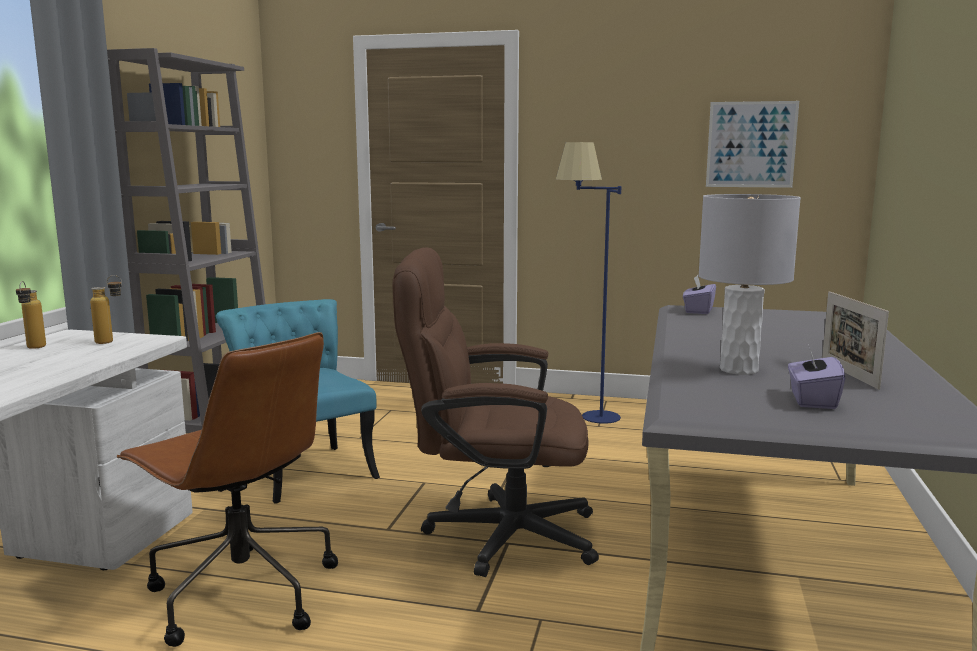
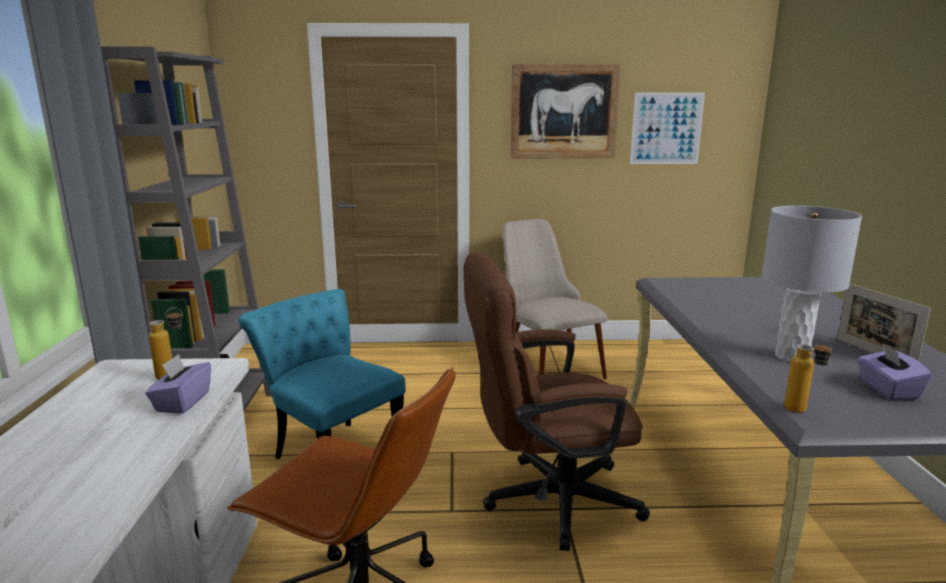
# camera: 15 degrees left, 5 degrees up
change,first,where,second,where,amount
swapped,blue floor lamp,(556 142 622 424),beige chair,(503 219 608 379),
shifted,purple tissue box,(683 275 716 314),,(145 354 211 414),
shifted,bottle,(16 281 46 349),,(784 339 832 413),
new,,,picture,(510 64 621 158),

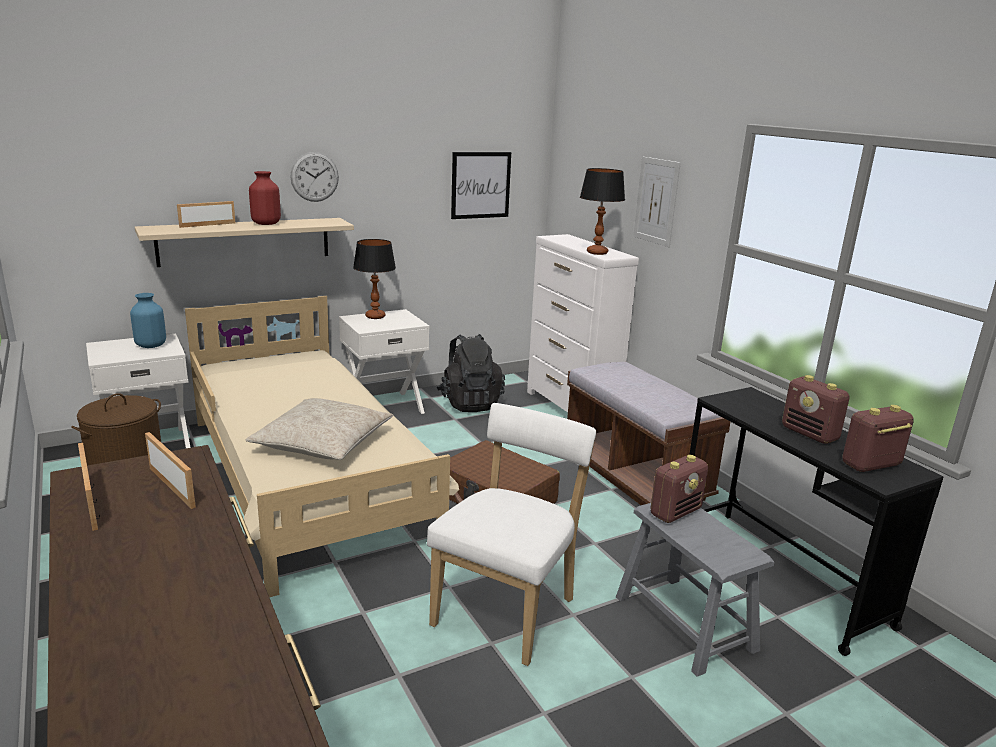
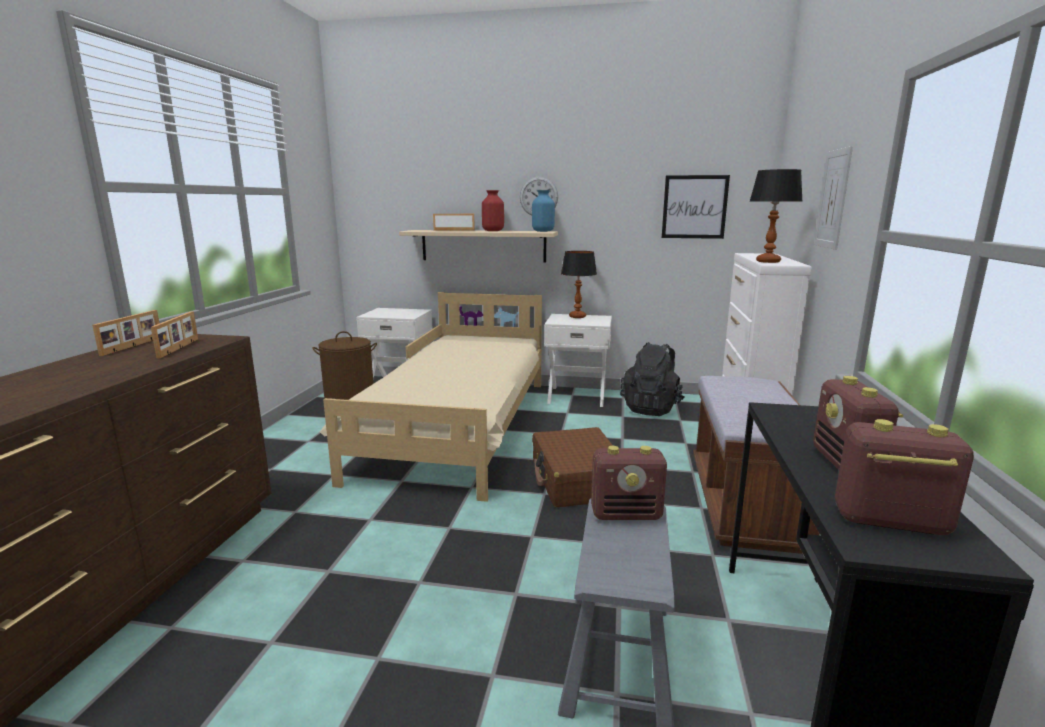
# camera: 40 degrees right, 5 degrees down
change,first,where,second,where,amount
shifted,blue vase,(130 293 166 348),,(532 190 555 232),
gone,beige pillow,(246 398 393 460),,,
gone,white chair,(427 403 597 666),,,

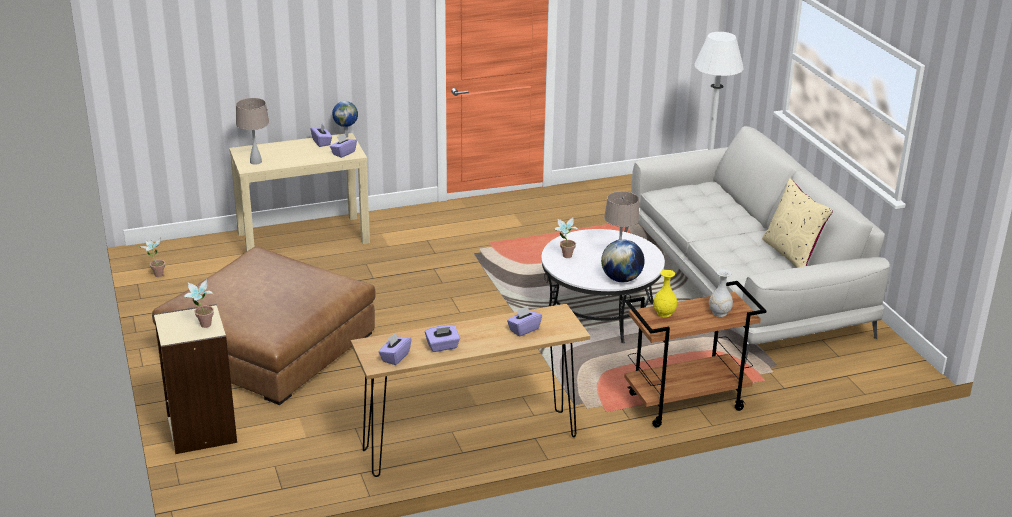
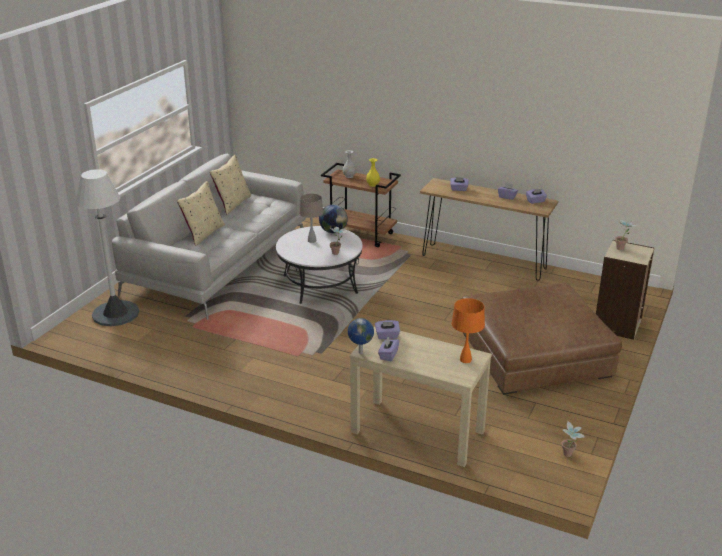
# camera: 135 degrees left, 0 degrees up
change,first,where,second,where,amount
repainted,beige table lamp,(236 98 269 165),orange table lamp,(451 298 485 363),
new,,,beige pillow,(177 181 225 246),

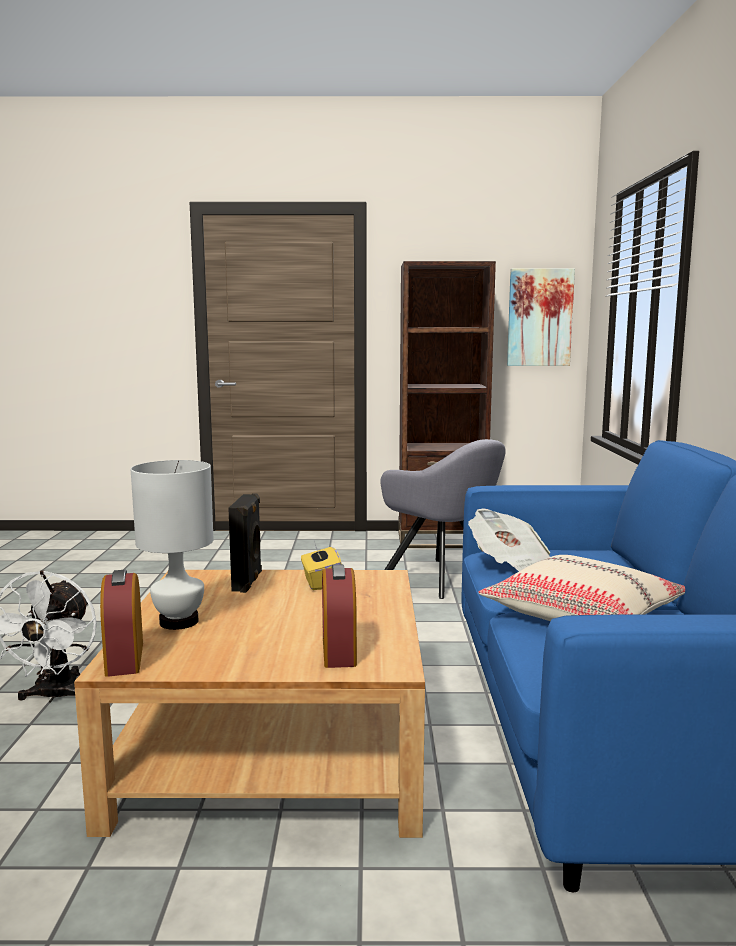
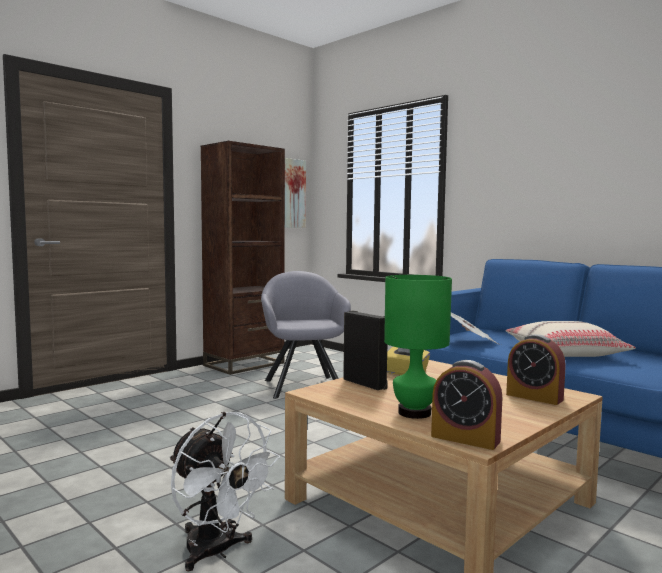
# camera: 45 degrees left, 5 degrees down
change,first,where,second,where,amount
rotated,grey armchair,(380 439 506 599),,(261 271 351 399),105 degrees counterclockwise
repainted,white table lamp,(131 460 214 630),green table lamp,(384 275 452 419),

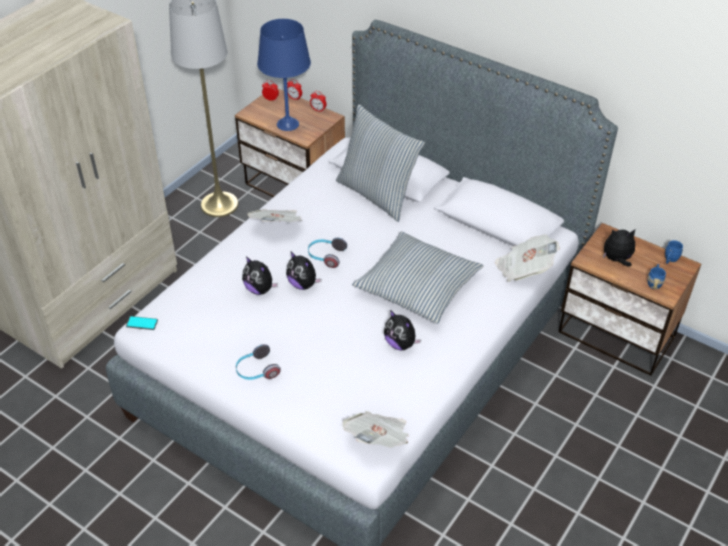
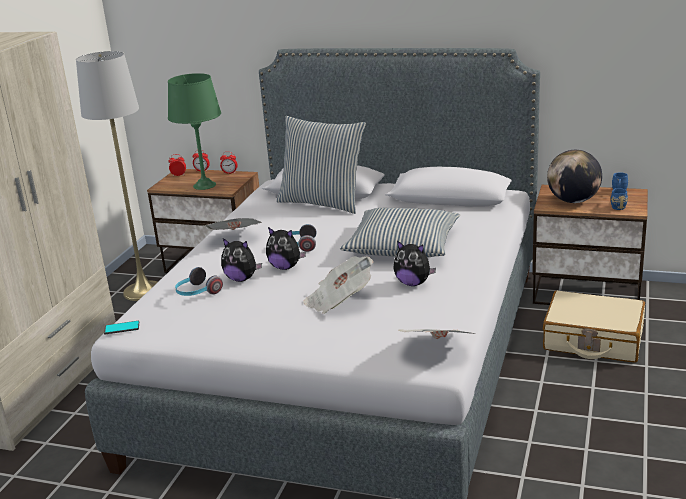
# camera: 15 degrees left, 20 degrees down
change,first,where,second,where,amount
repainted,blue table lamp,(257 19 311 131),green table lamp,(168 73 221 190),
swapped,plush toy,(603 229 635 266),globe,(547 150 602 203),
shifted,newspaper,(495 234 560 282),,(303 256 374 314),
shifted,headphones,(236 344 281 380),,(175 267 223 296),
new,,,beige suitcase,(543 290 645 363),

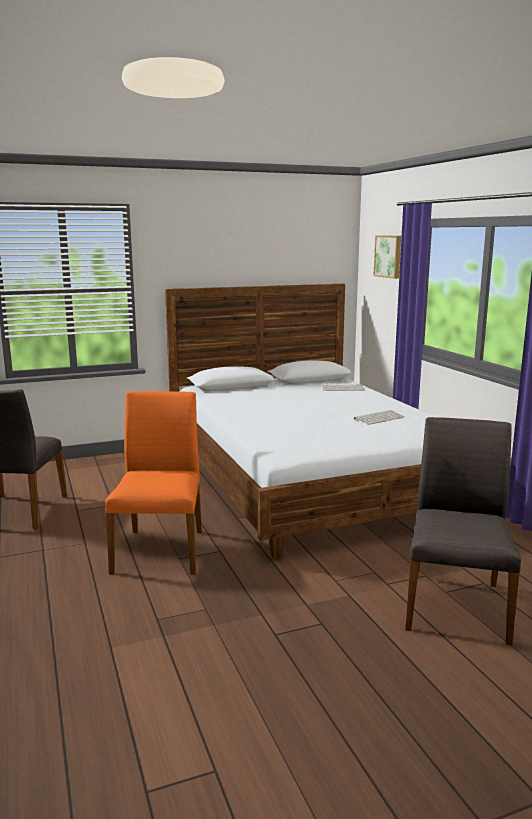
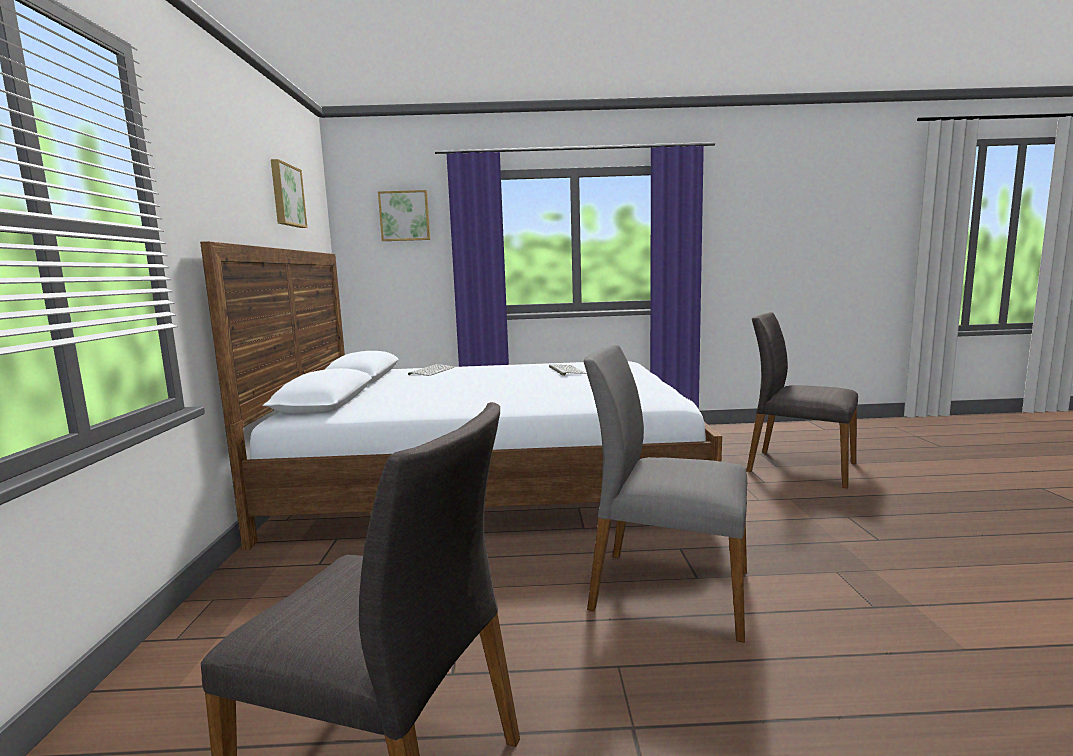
# camera: 70 degrees left, 5 degrees down
change,first,where,second,where,amount
repainted,orange chair,(105 391 202 575),grey chair,(584 345 747 643),
new,,,picture,(271 159 307 228),

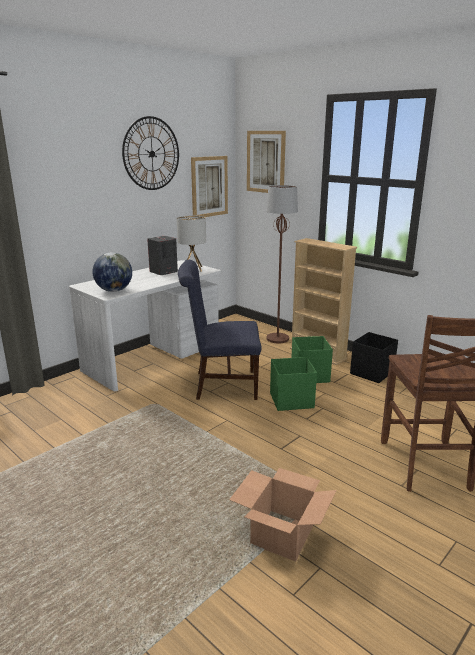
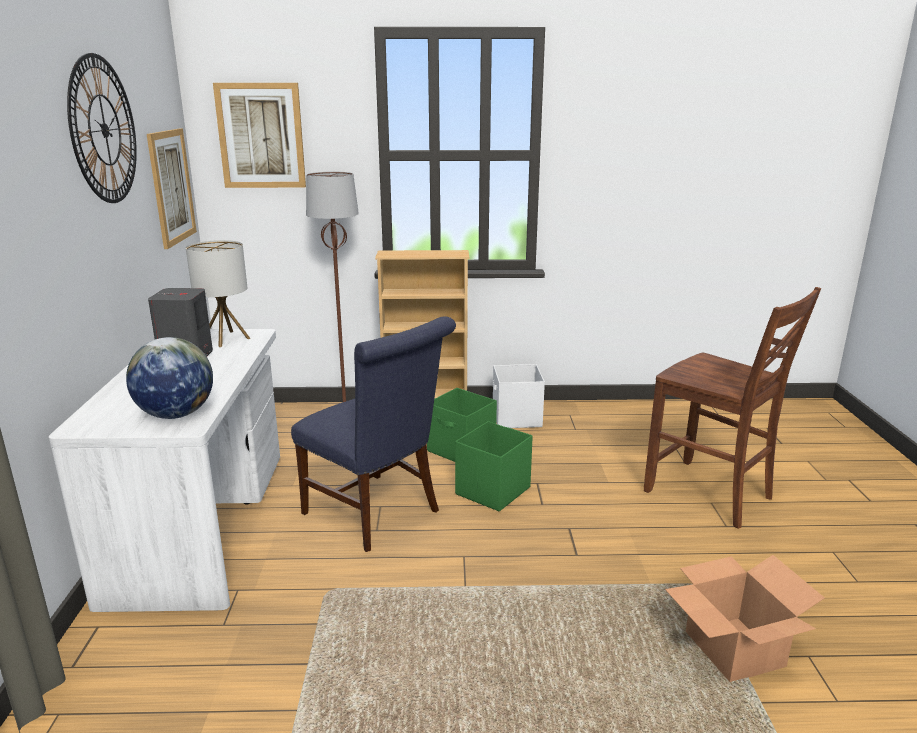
# camera: 45 degrees left, 0 degrees up
change,first,where,second,where,amount
rotated,blue chair,(178 260 262 400),,(291 316 456 552),90 degrees counterclockwise
repainted,black storage box,(350 332 398 383),white storage box,(493 364 545 428),

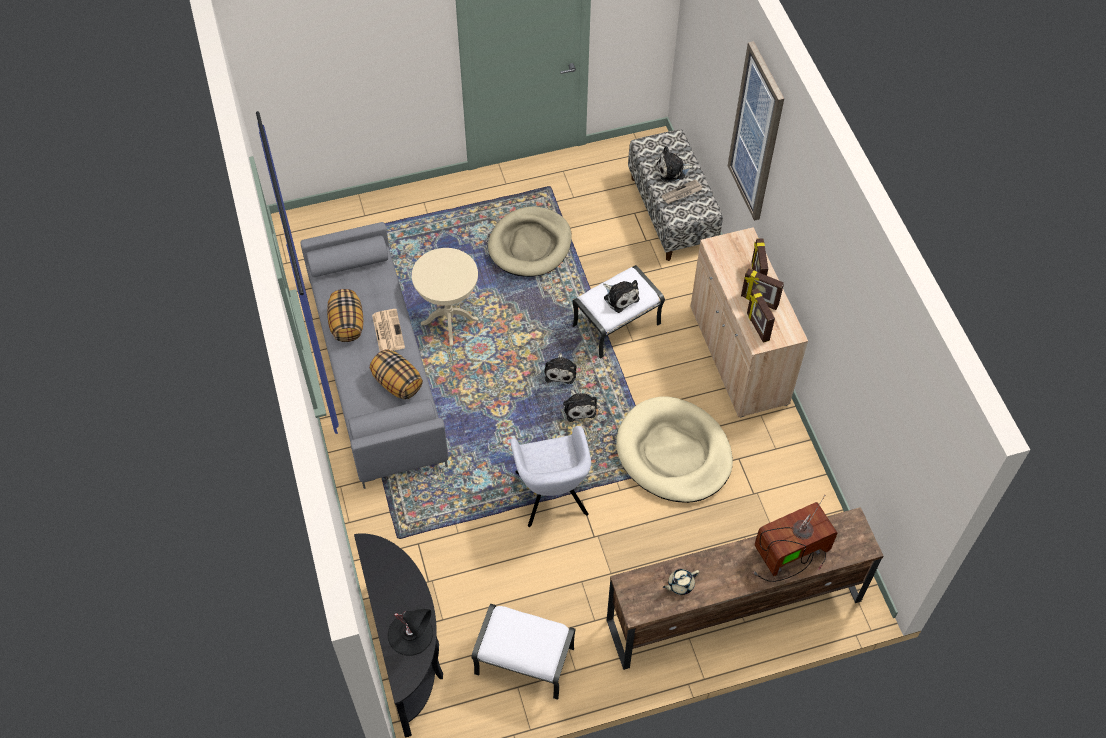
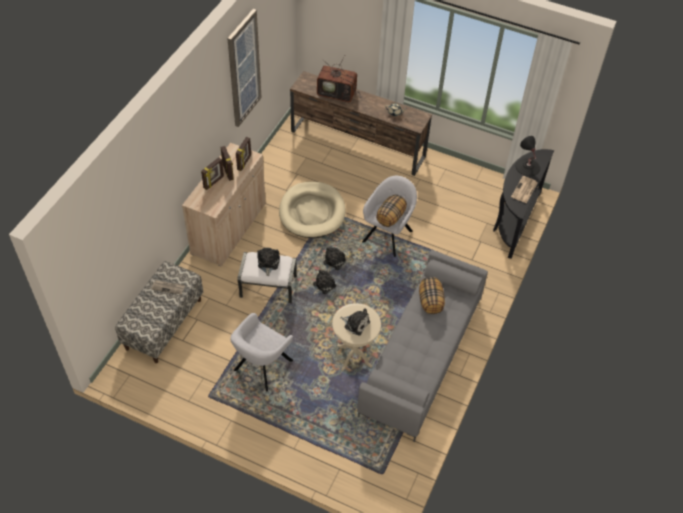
# camera: 140 degrees left, 5 degrees down
change,first,where,second,where,amount
shifted,picture,(728 41 784 221),,(228 9 262 127),
shifted,plush toy,(657 146 694 182),,(340 308 370 335),
swapped,beige dog bed,(488 206 572 277),grey armchair,(230 313 293 391),
shifted,pillow,(327 289 363 342),,(376 194 407 227),
shifted,newspaper,(372 309 405 352),,(511 176 537 203),
gone,white ottoman,(471 604 575 700),,,

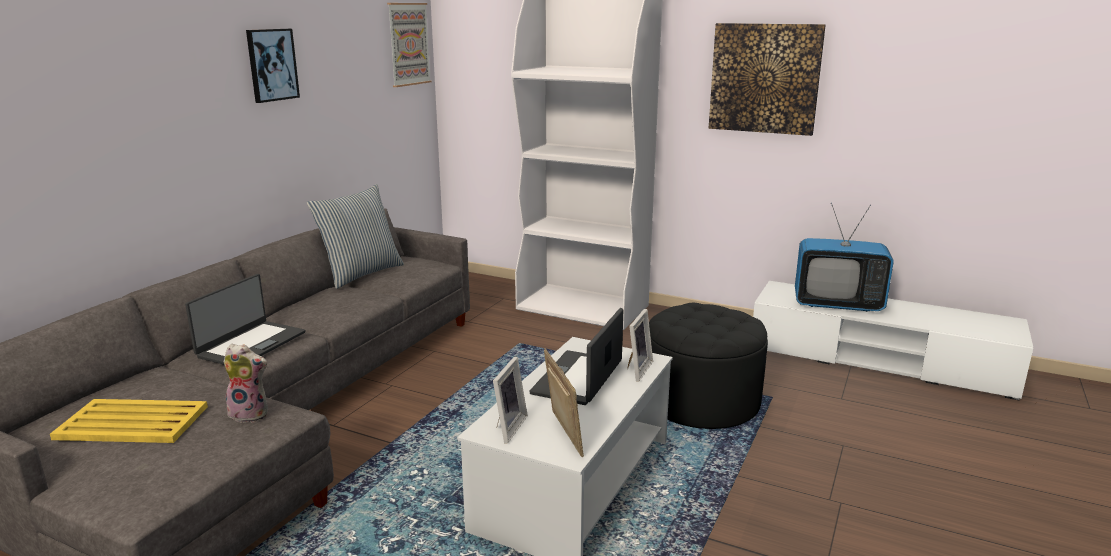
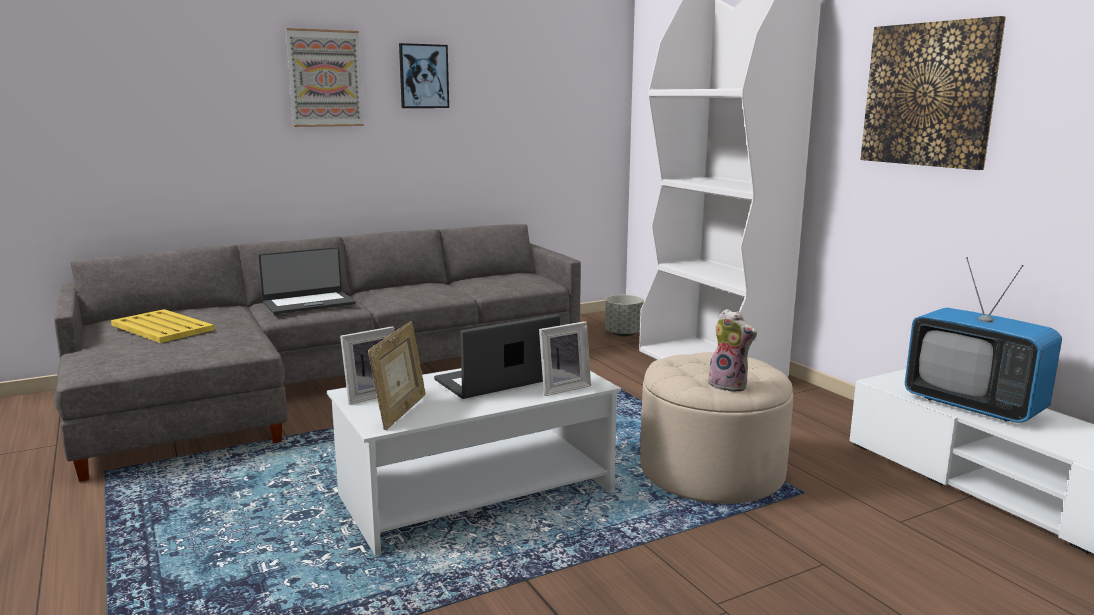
# camera: 35 degrees right, 5 degrees down
change,first,where,second,where,amount
shifted,picture,(387 3 432 87),,(285 28 364 127),
gone,pillow,(307 184 404 289),,,
repainted,black ottoman,(649 303 768 429),beige ottoman,(640 352 793 504),
shifted,plush toy,(224 344 268 423),,(708 309 757 392),
new,,,grey planter,(605 295 644 337),

